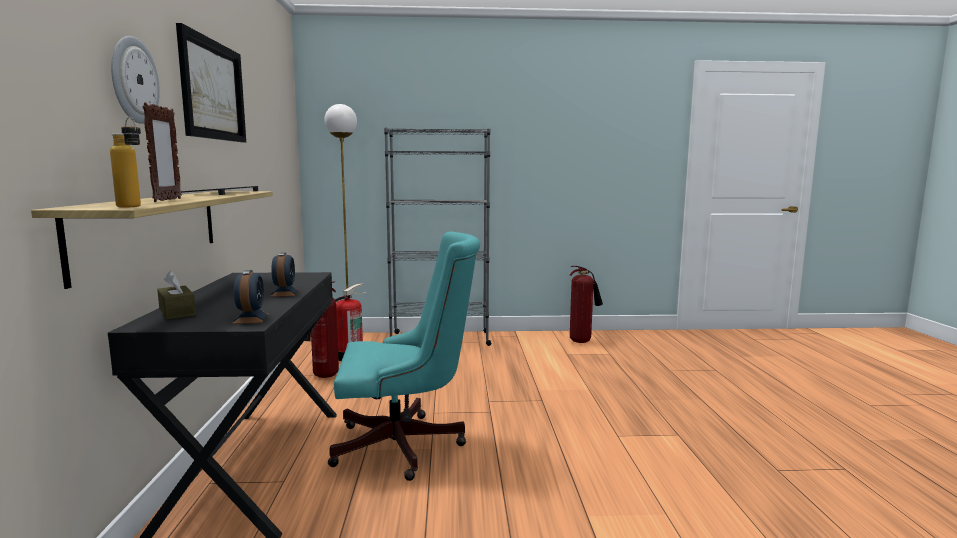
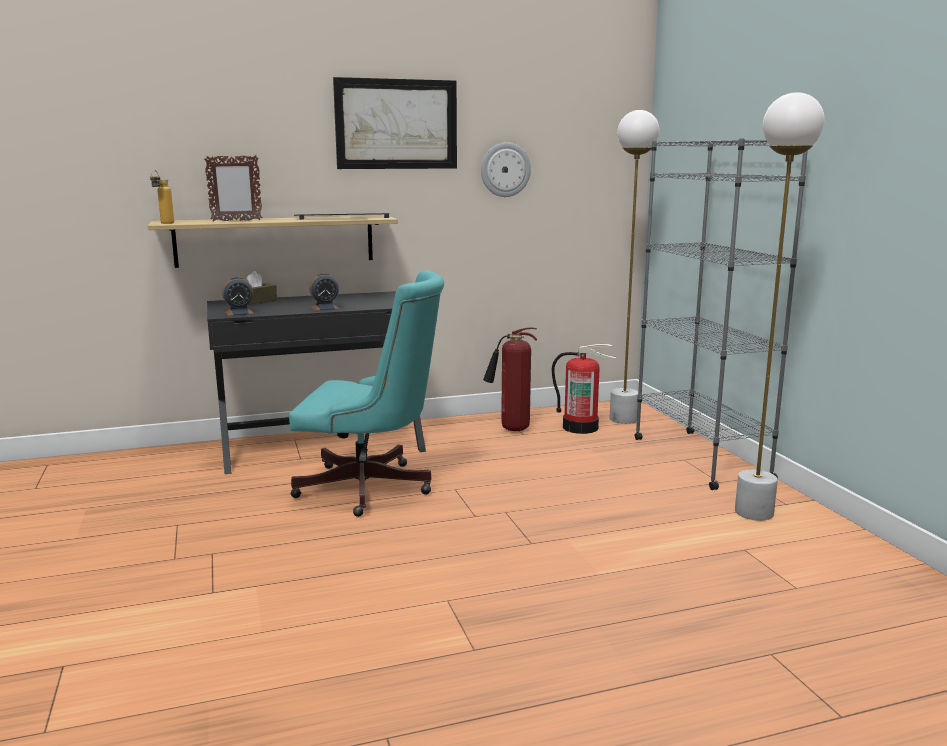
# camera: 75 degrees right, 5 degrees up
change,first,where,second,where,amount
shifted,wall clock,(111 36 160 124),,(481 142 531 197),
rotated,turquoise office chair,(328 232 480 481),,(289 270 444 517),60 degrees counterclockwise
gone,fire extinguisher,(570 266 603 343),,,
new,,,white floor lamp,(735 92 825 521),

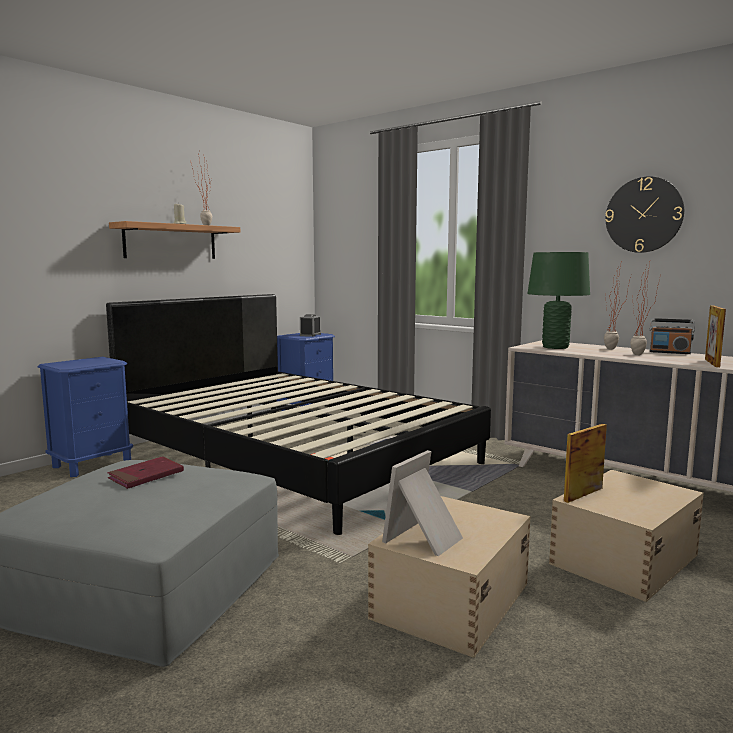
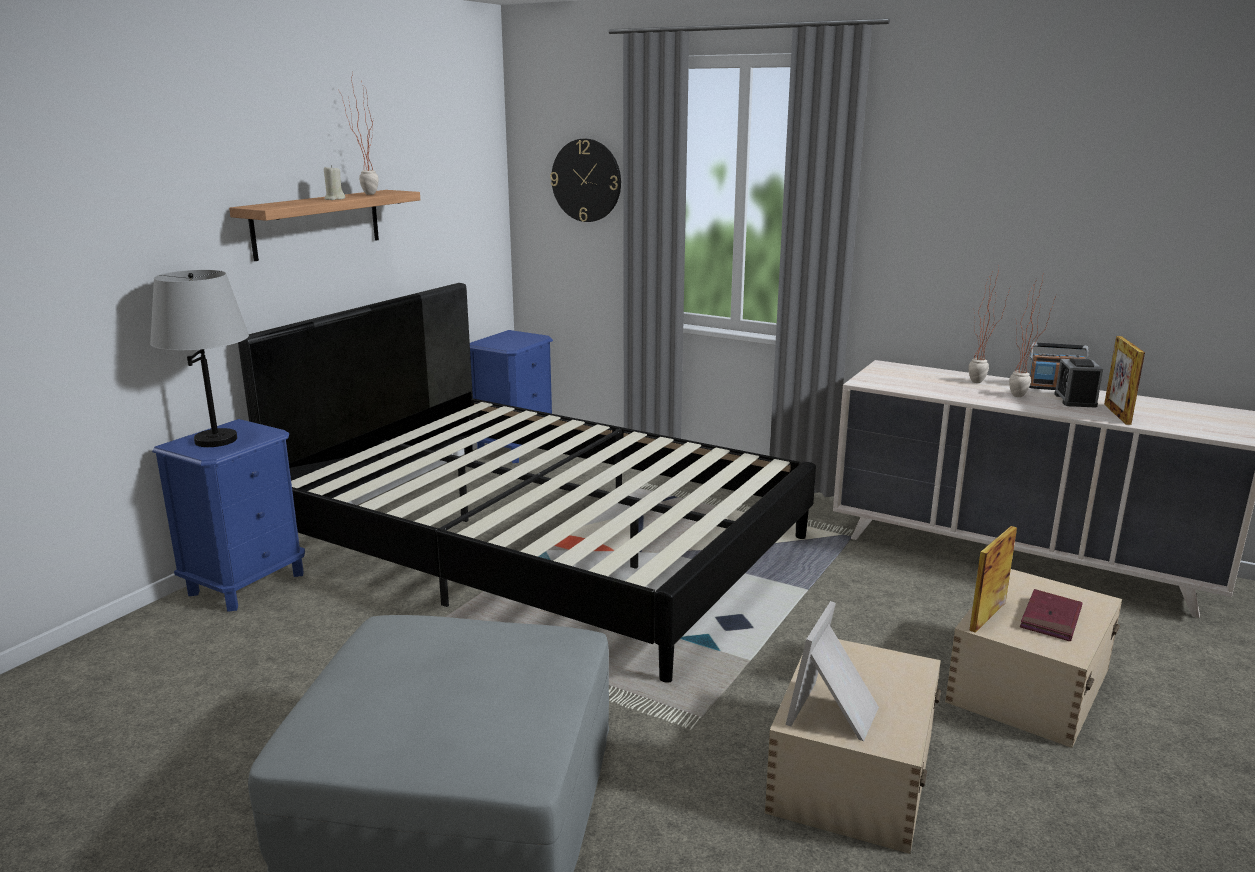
# camera: 10 degrees left, 10 degrees up
change,first,where,second,where,amount
shifted,wall clock,(605 176 684 253),,(550 139 621 222),
gone,green table lamp,(527 252 590 349),,,
shifted,alarm clock,(300 314 321 337),,(1054 358 1103 407),
shifted,red book,(108 456 184 489),,(1020 589 1083 641),
new,,,grey table lamp,(150 270 249 447),

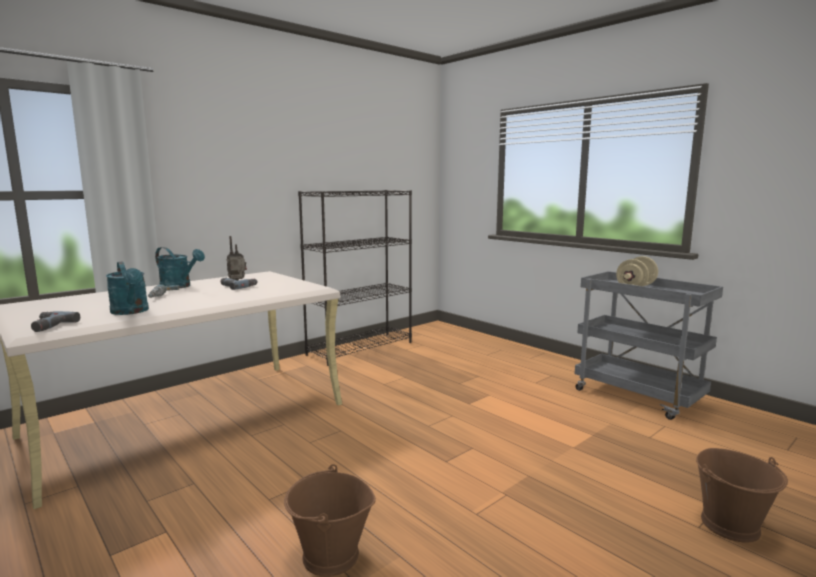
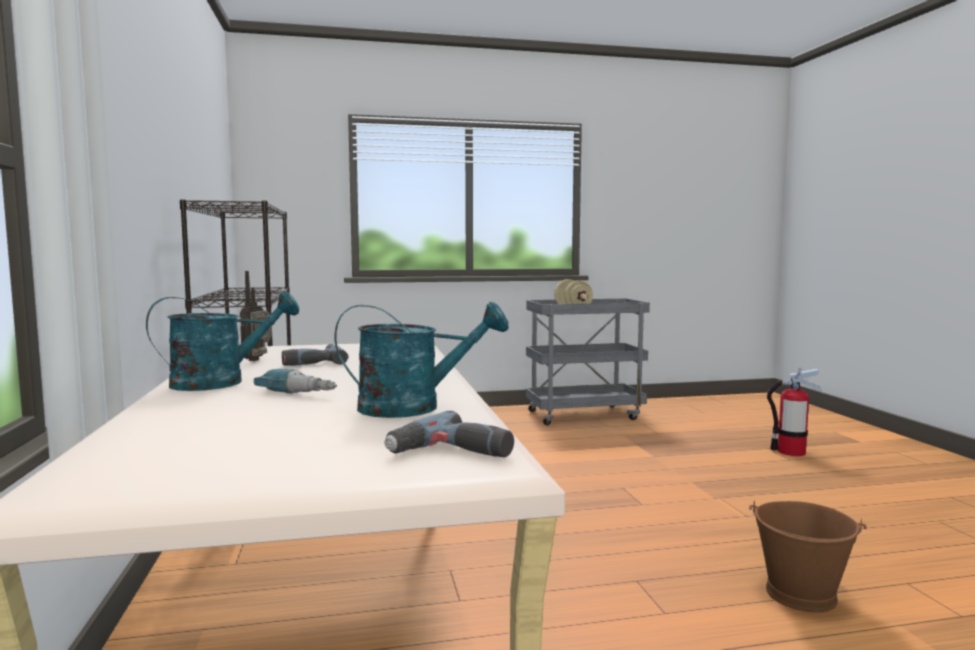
# camera: 60 degrees left, 5 degrees down
change,first,where,second,where,amount
swapped,brown bucket,(696 448 788 543),fire extinguisher,(767 368 821 456),

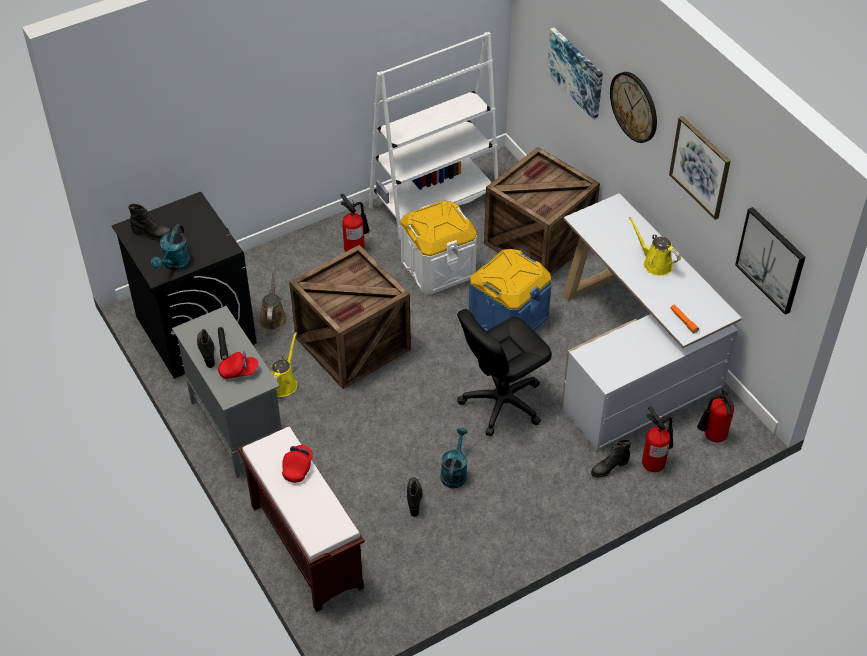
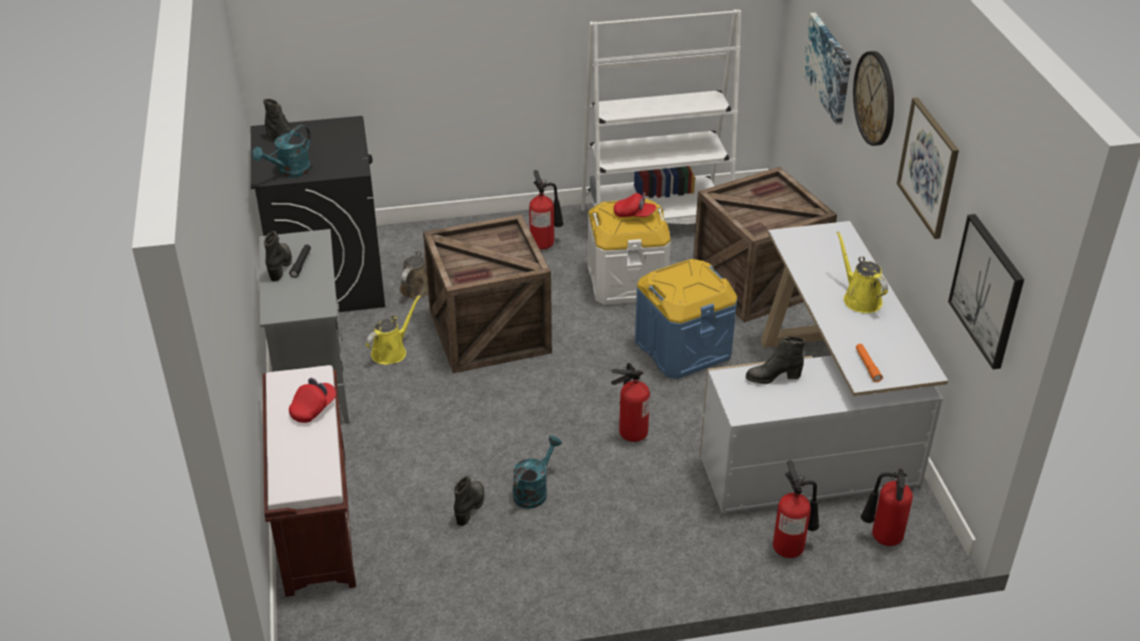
# camera: 20 degrees right, 10 degrees down
change,first,where,second,where,amount
swapped,black office chair,(457 309 552 436),fire extinguisher,(611 363 650 442),
shifted,red cap,(218 351 258 379),,(614 192 656 217),
shifted,black boot,(591 439 631 478),,(746 336 805 384),

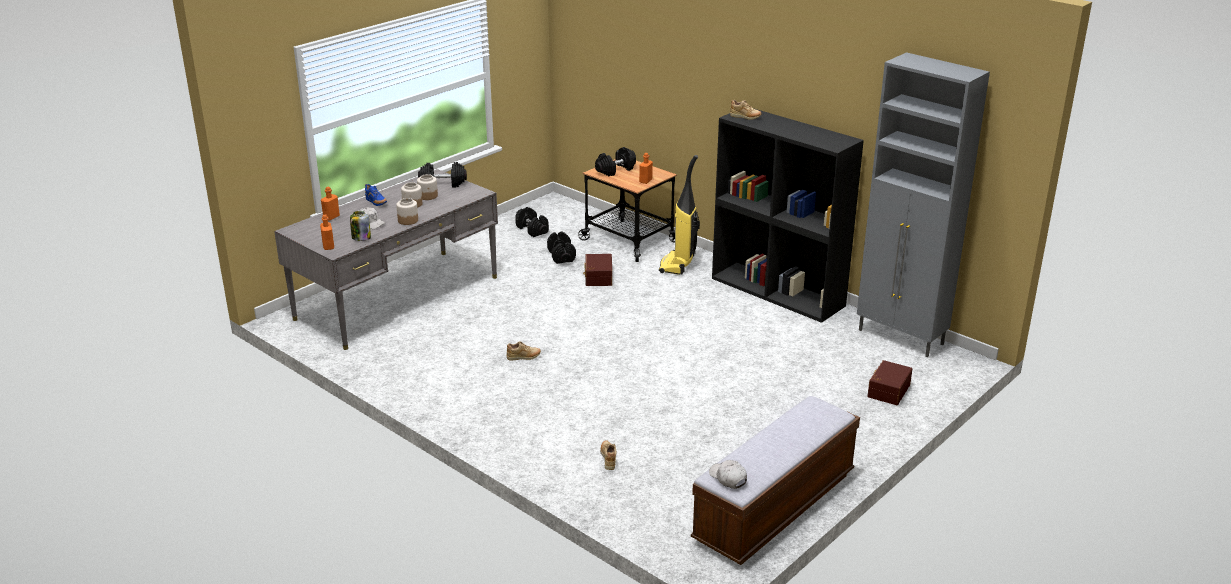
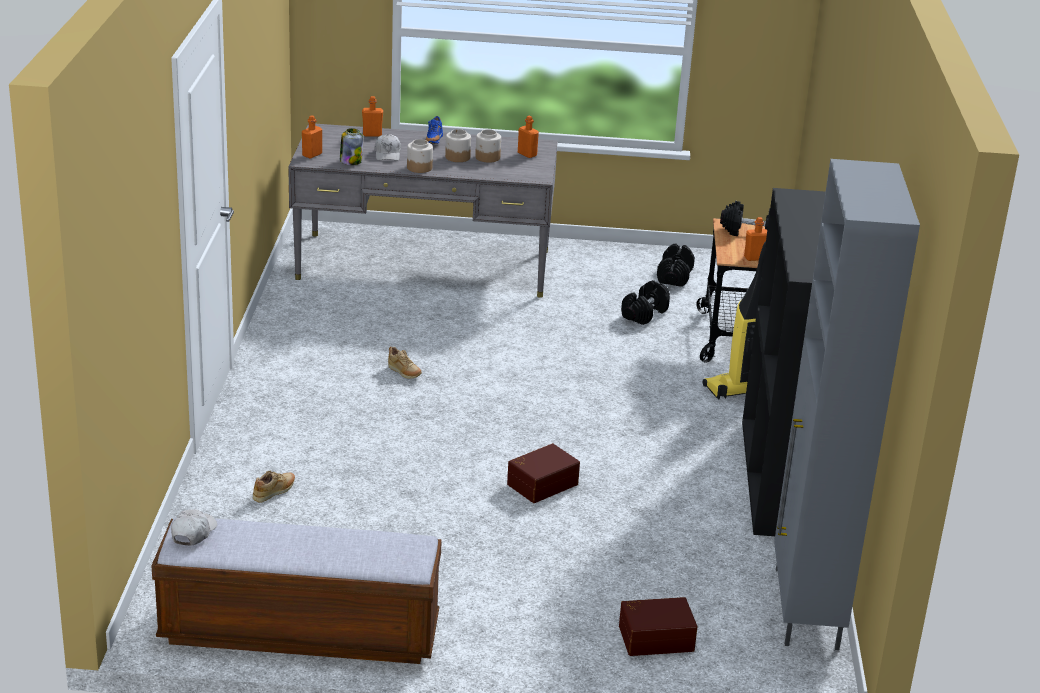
# camera: 50 degrees right, 0 degrees up
change,first,where,second,where,amount
gone,beige shoe,(730 100 762 120),,,
swapped,black dumbbell,(418 162 467 187),orange bottle,(518 116 539 158),
shifted,brown storage box,(583 254 612 286),,(507 443 580 503),

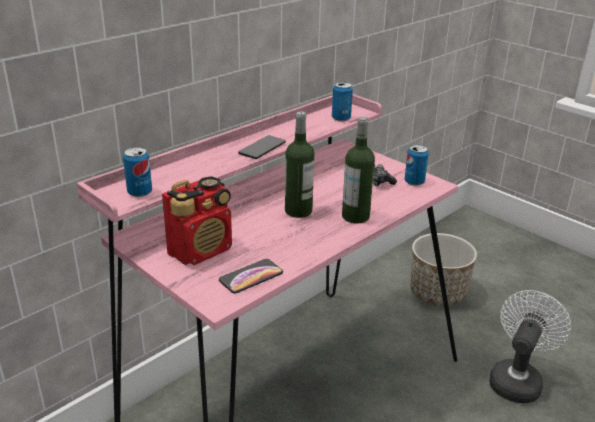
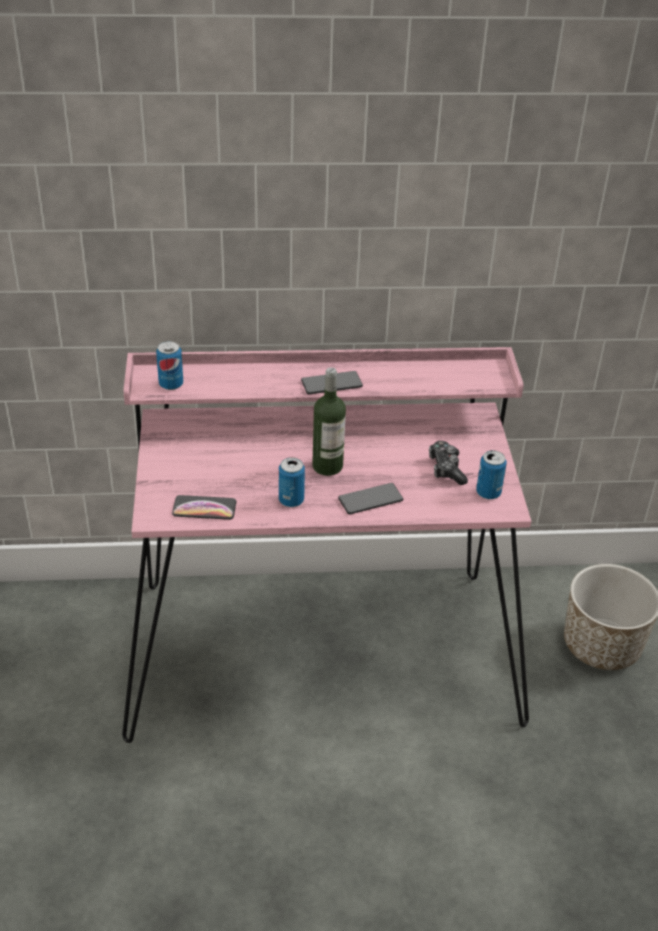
# camera: 40 degrees right, 10 degrees up
change,first,where,second,where,amount
shifted,can,(332 82 353 122),,(279 457 305 507),
swapped,bottle,(342 116 375 224),phone,(338 483 403 514),
gone,radio,(162 176 232 265),,,
gone,white fan,(489 290 571 403),,,

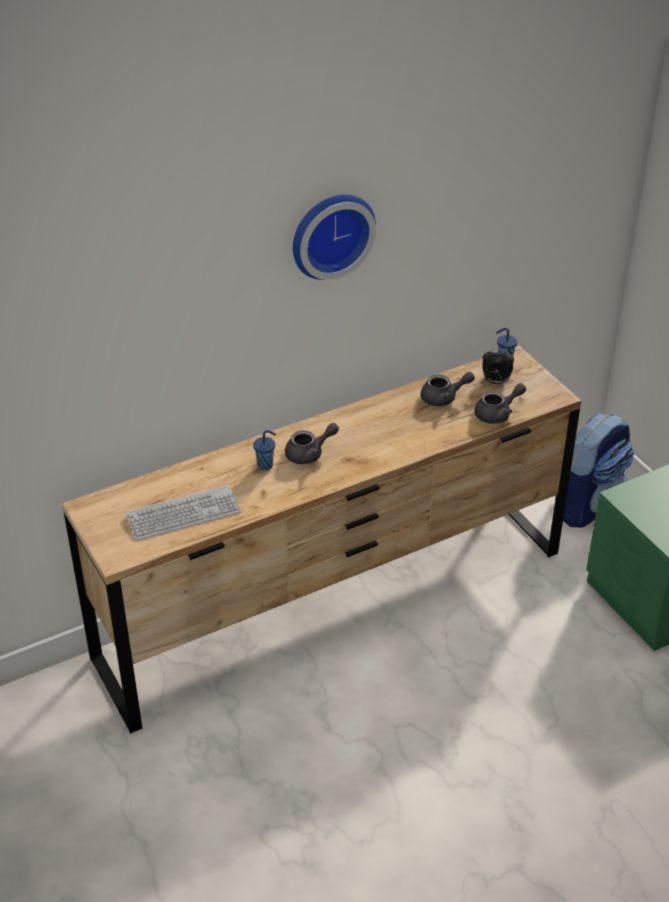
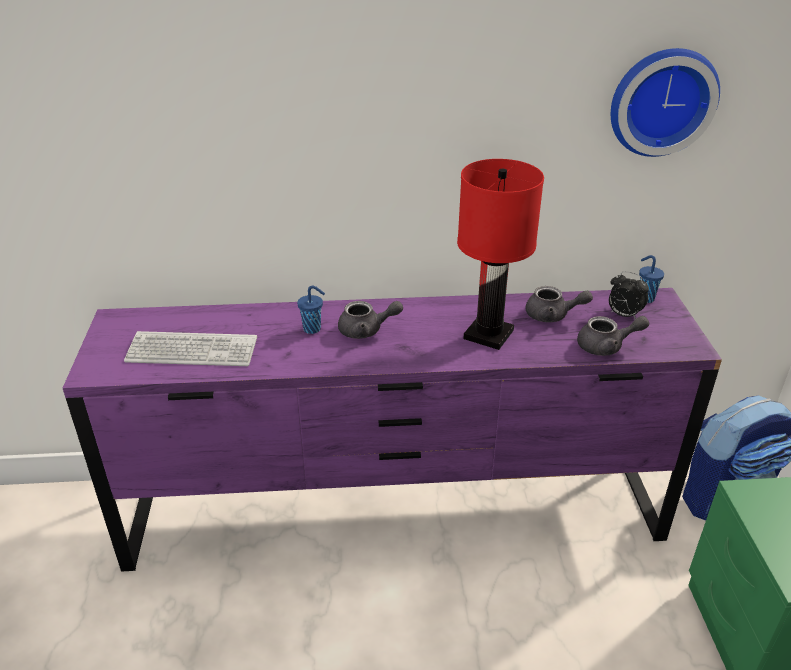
# camera: 25 degrees right, 5 degrees down
change,first,where,second,where,amount
shifted,wall clock,(293 195 376 280),,(611 48 720 157),
repainted,brown dresser,(62 346 581 734),purple dresser,(63 288 722 572),
new,,,red table lamp,(457 159 544 350),

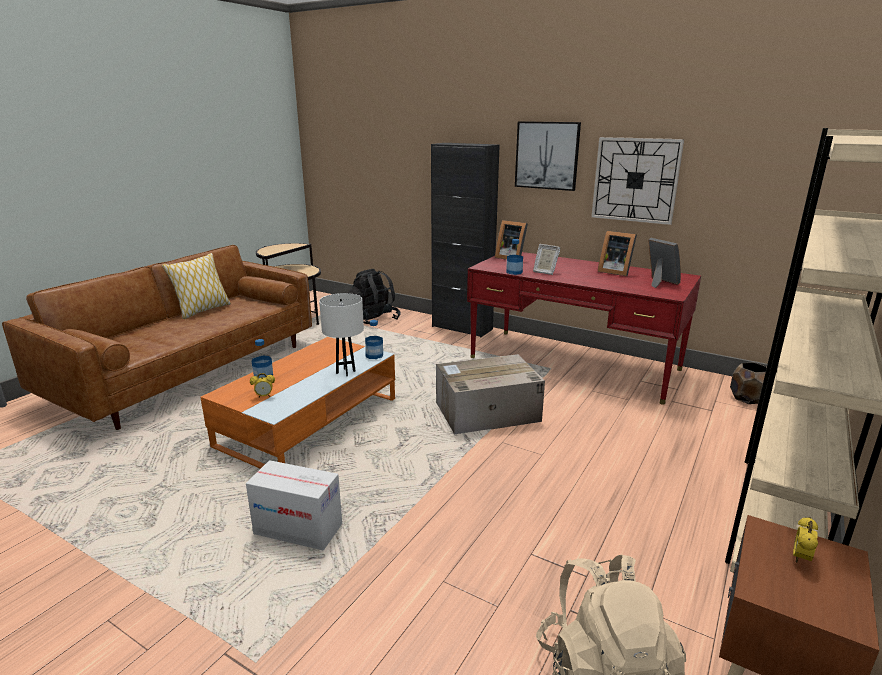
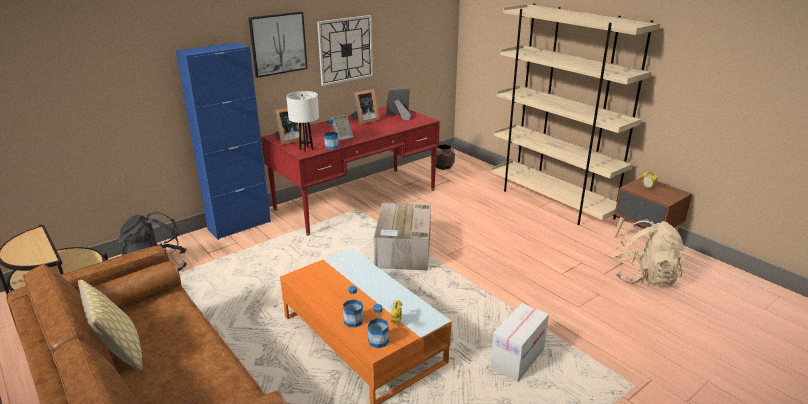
# camera: 70 degrees left, 5 degrees up
change,first,where,second,where,amount
repainted,black cabinet,(431 143 500 337),blue cabinet,(176 42 271 240),
shifted,white table lamp,(319 293 364 376),,(286 91 319 152),
shifted,bottle,(365 320 383 359),,(368 304 389 348),

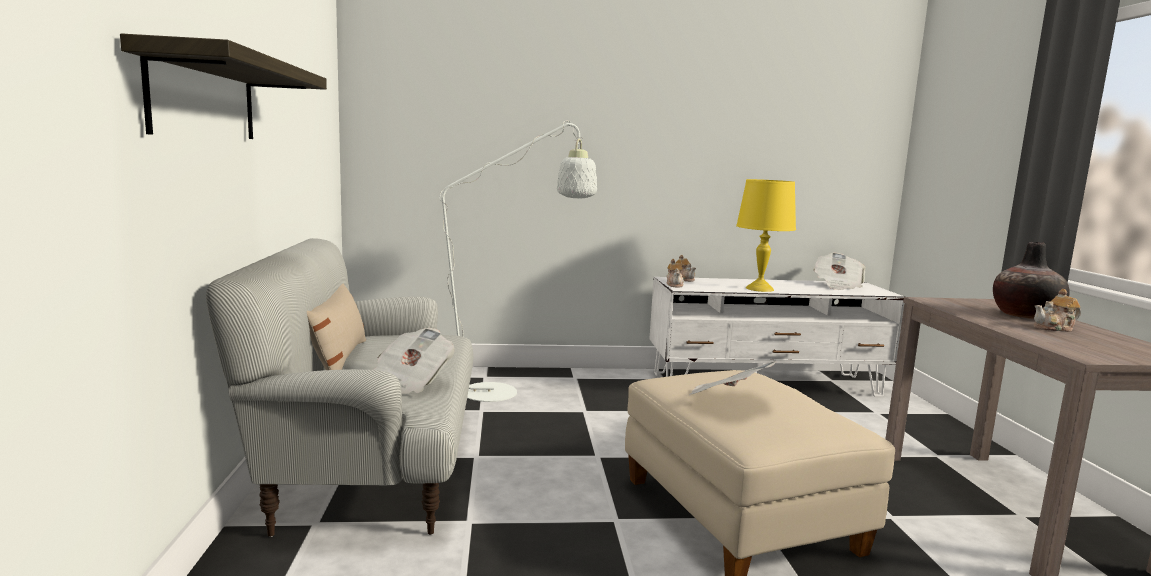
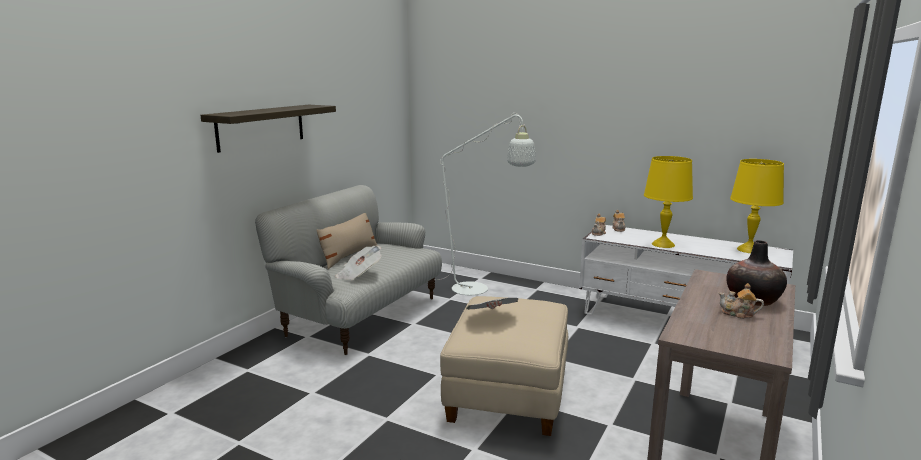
# camera: 35 degrees right, 5 degrees up
change,first,where,second,where,amount
swapped,newspaper,(813 253 866 290),yellow table lamp,(730 159 784 253),

